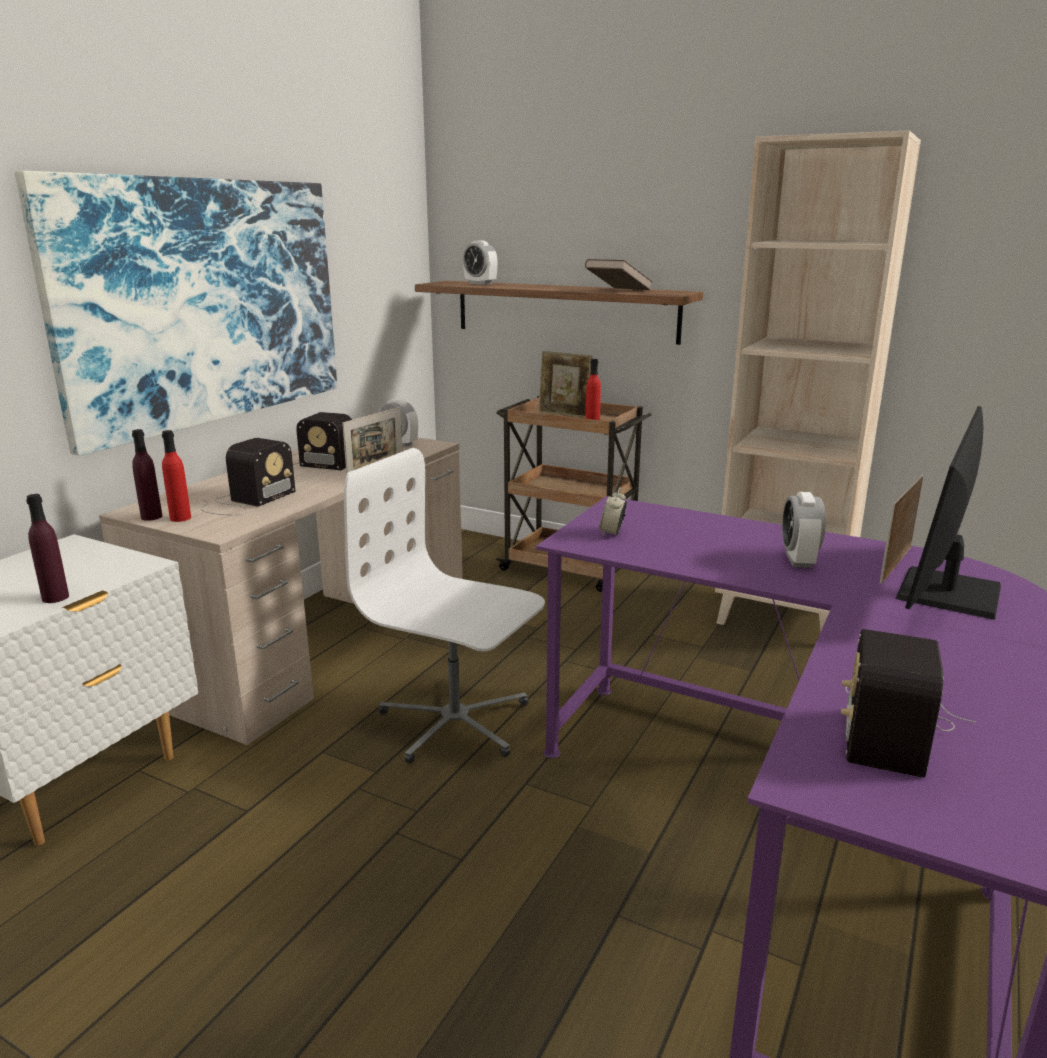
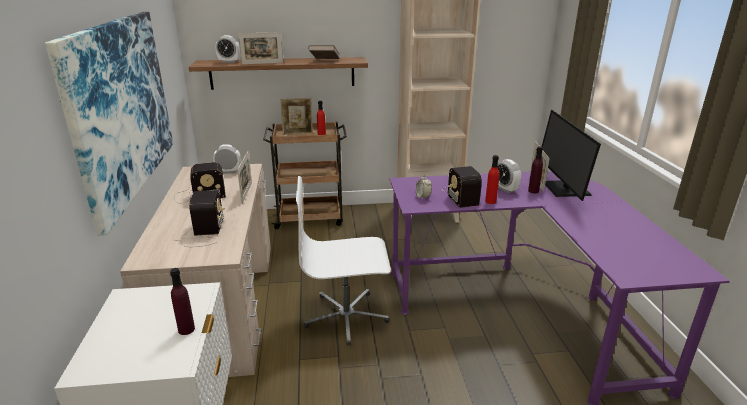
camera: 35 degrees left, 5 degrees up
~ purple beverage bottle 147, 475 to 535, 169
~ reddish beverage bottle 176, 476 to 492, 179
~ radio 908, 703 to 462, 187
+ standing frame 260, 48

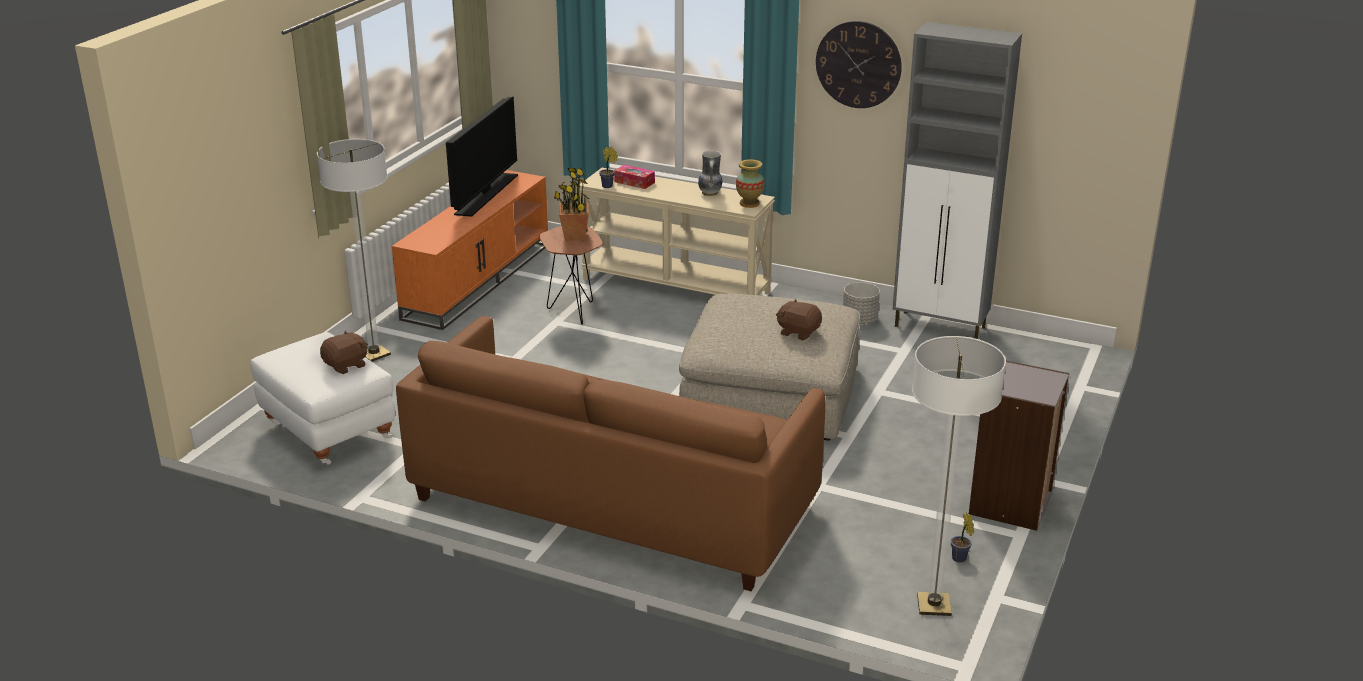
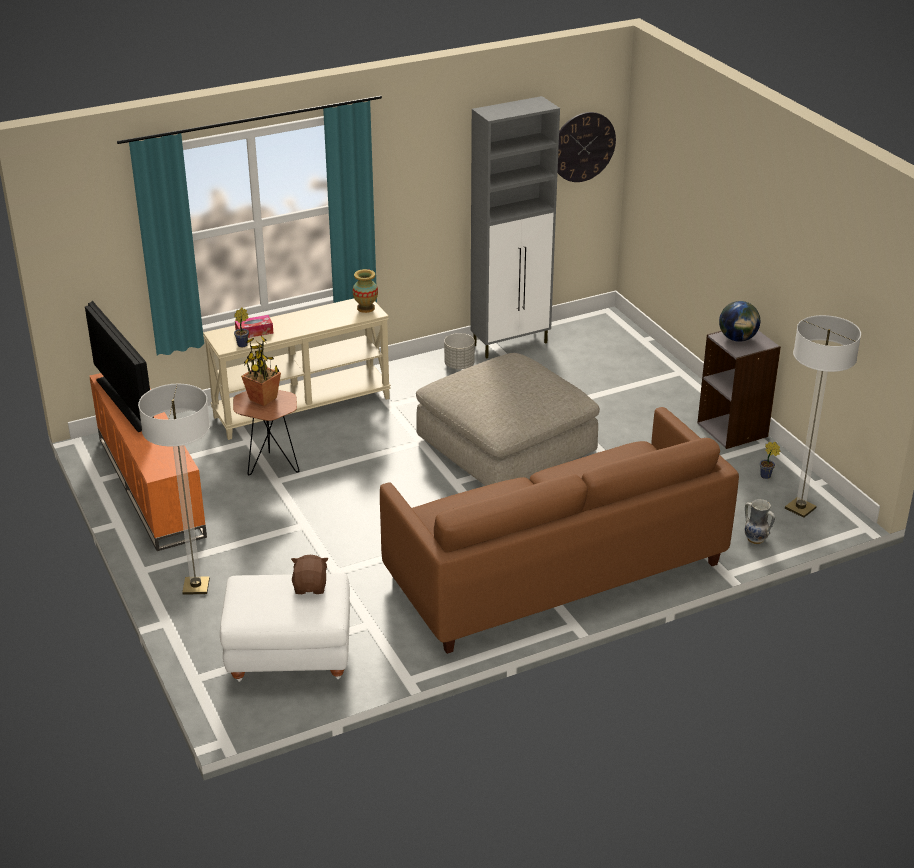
camera: 50 degrees left, 5 degrees up
~ hanging clock 859, 64 to 587, 147
~ flower vase 710, 173 to 760, 521
- brown-coloured soft toy 799, 319
+ globe 739, 321

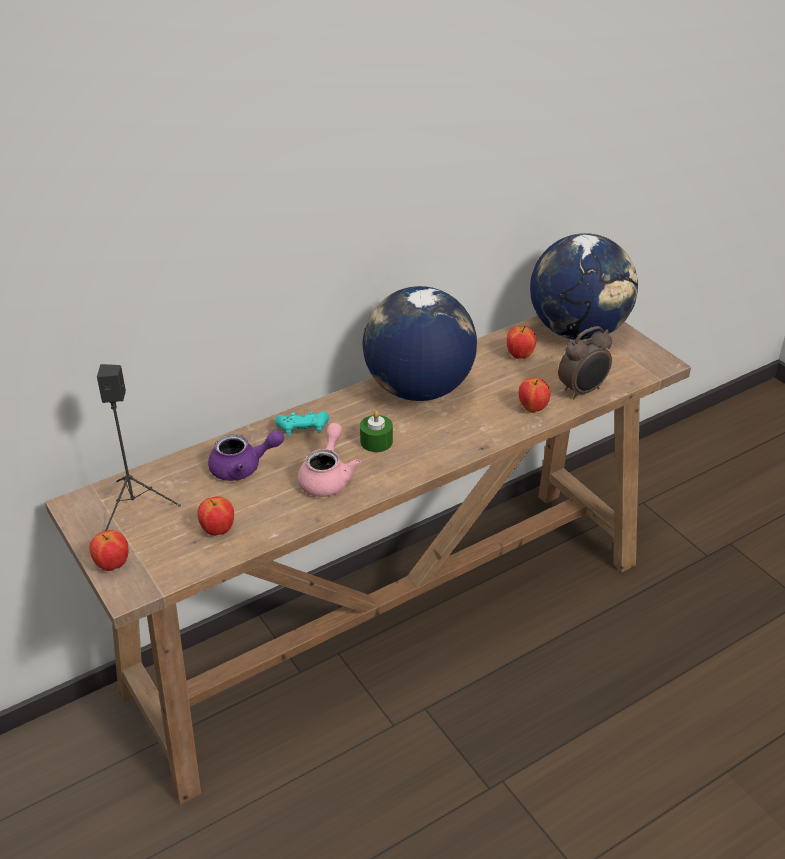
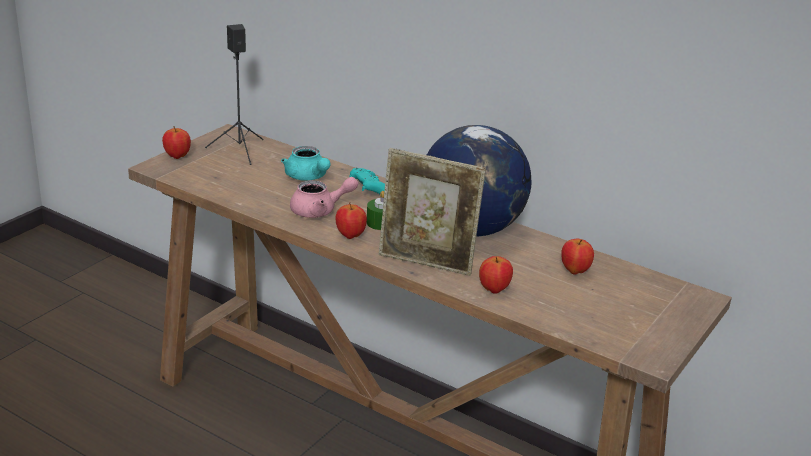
camera: 65 degrees right, 10 degrees down
- globe 584, 286
- alarm clock 585, 363
~ purple tea pot 246, 455 to turquoise tea pot 306, 163
~ apple fruit 215, 516 to 351, 221
+ standing frame 432, 212

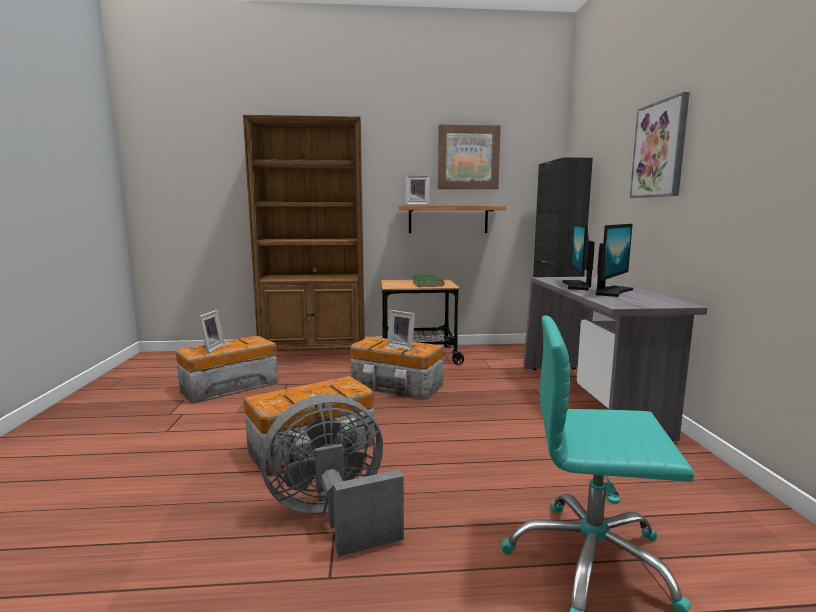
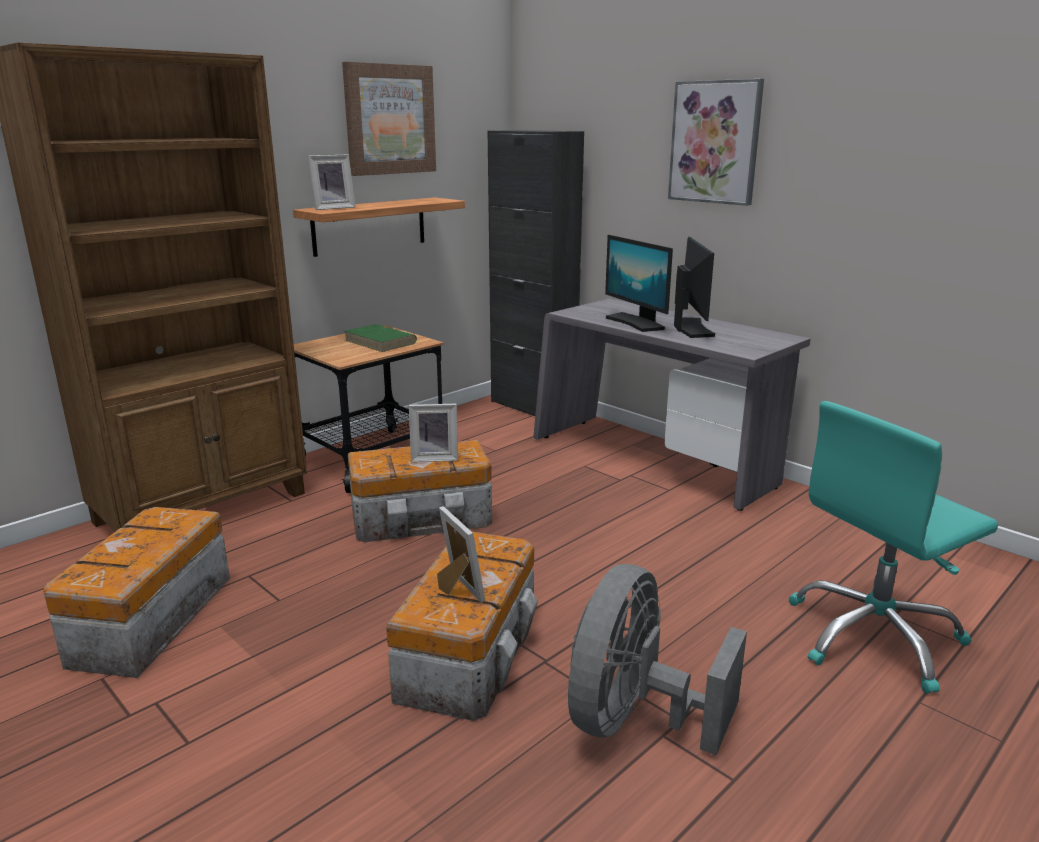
camera: 40 degrees left, 10 degrees up
~ standing frame 212, 331 to 461, 554

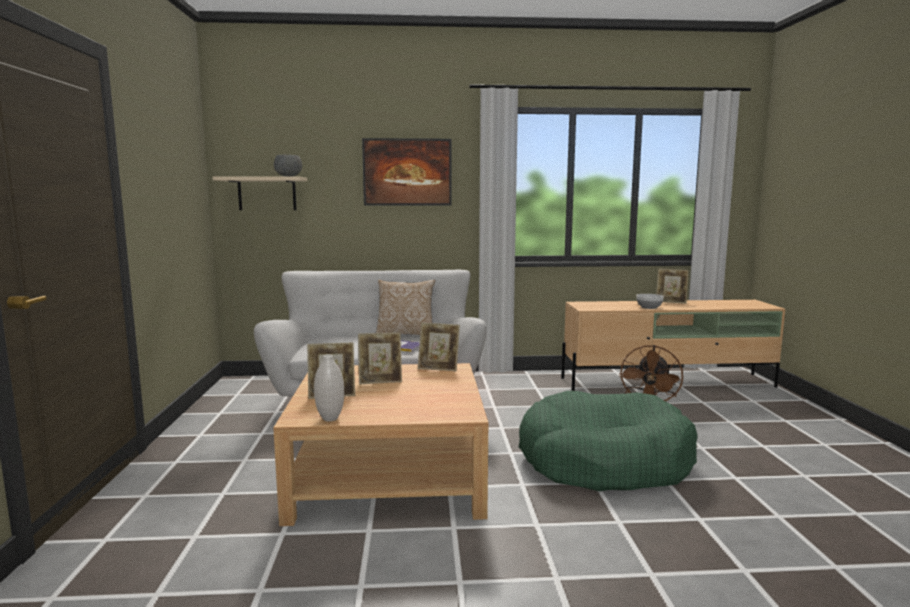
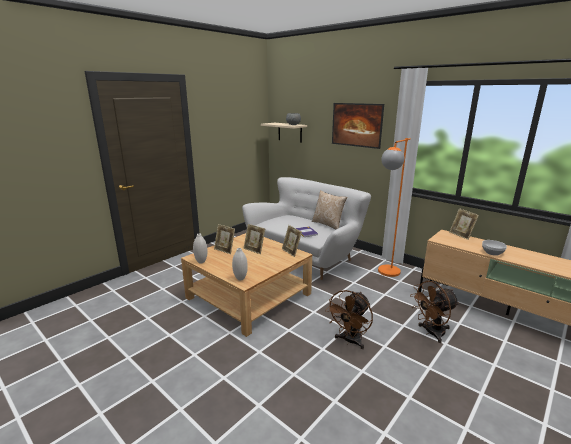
camera: 45 degrees right, 10 degrees up
~ standing frame 672, 286 to 464, 224
~ green pet bed 608, 441 to brown-coloured cooling fan 349, 319
+ orange standard lamp 394, 207
+ white flower vase 240, 264

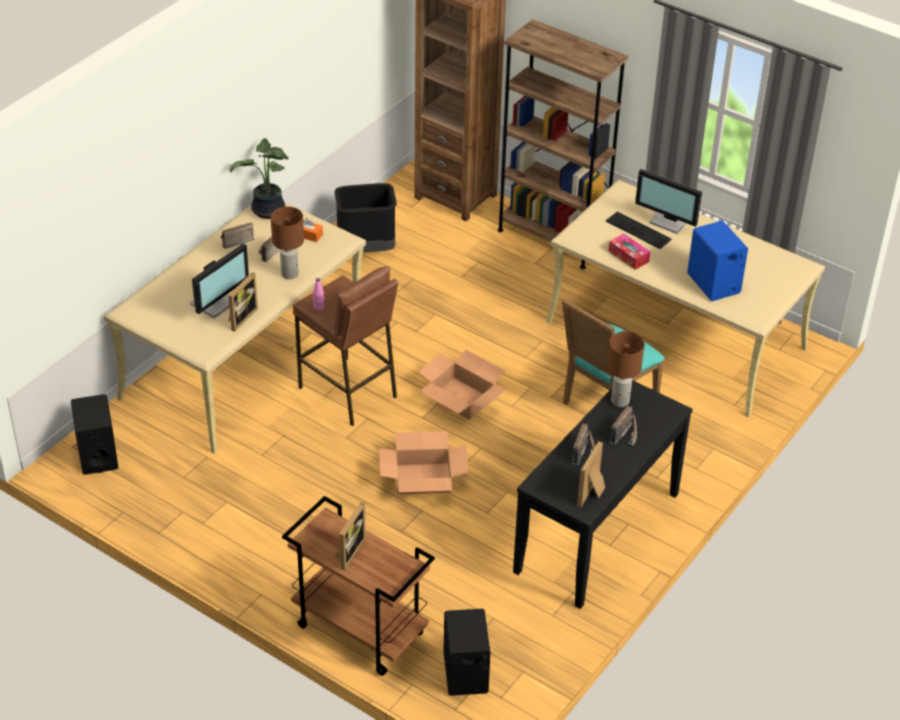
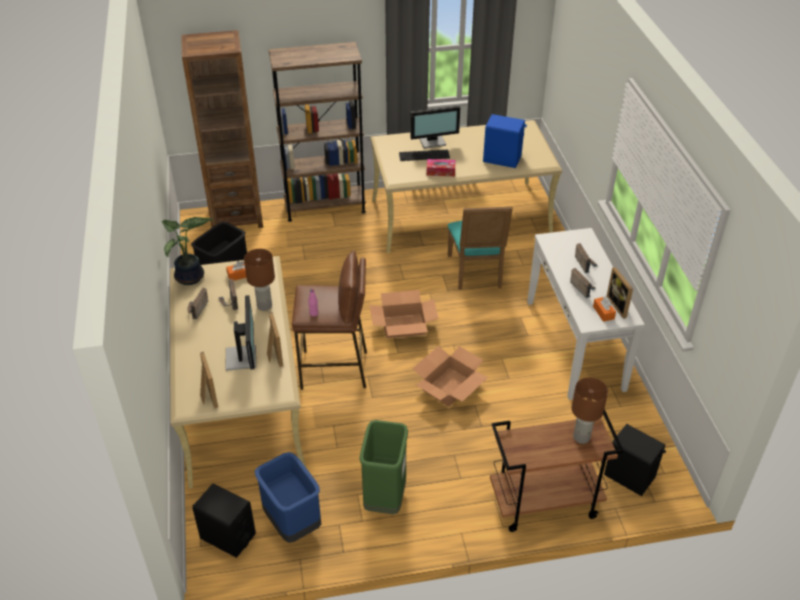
camera: 45 degrees left, 0 degrees up
~ brown-coloured tabletop lamp 625, 369 to 589, 410
~ blackish console table 603, 494 to white console table 586, 314
~ standing frame 350, 536 to 209, 380
+ orange box of tissues 604, 309
+ green trash can 384, 467
+ blue-coloured trash can 288, 497

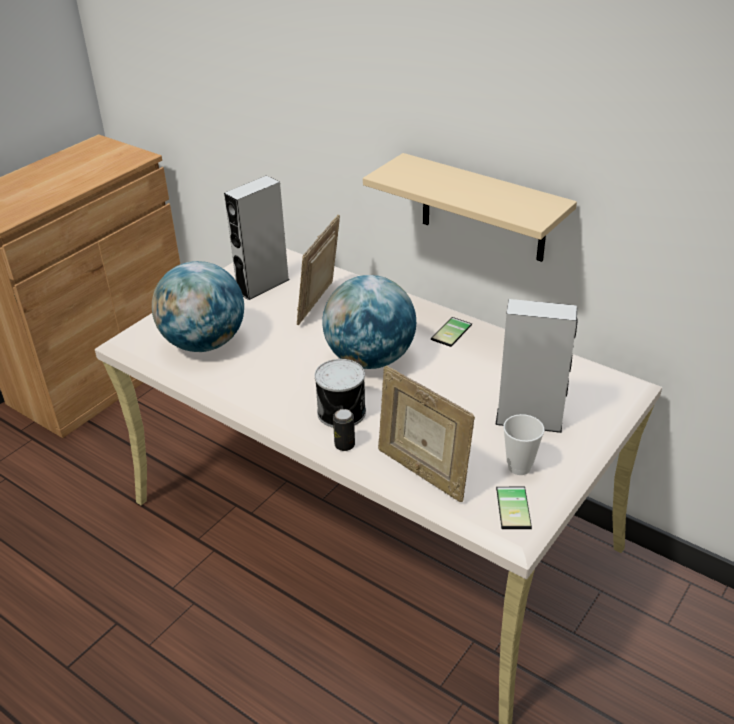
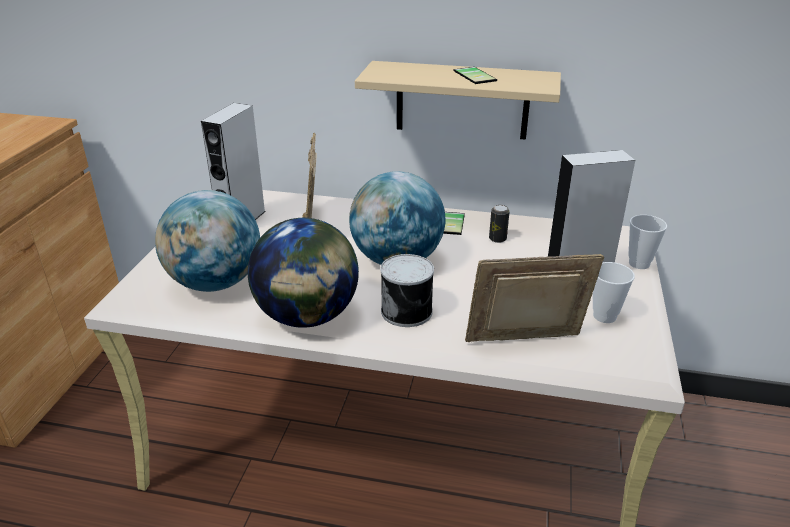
camera: 25 degrees left, 5 degrees down
~ standing frame 426, 434 = 534, 298 150 degrees clockwise
~ can 344, 430 to 499, 224
~ phone 514, 508 to 475, 75
+ small cup 647, 242
+ globe 303, 273

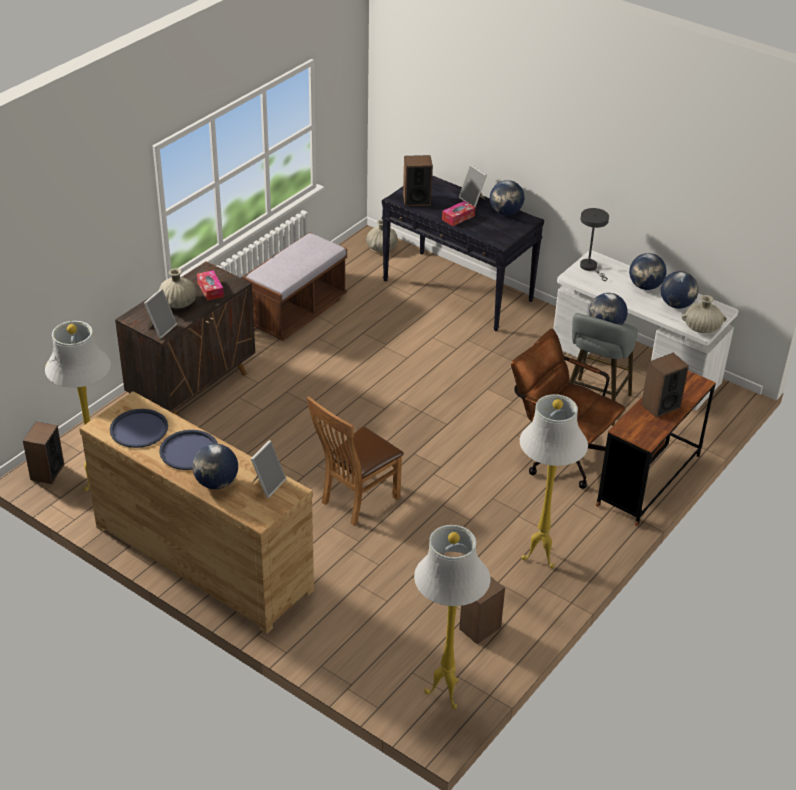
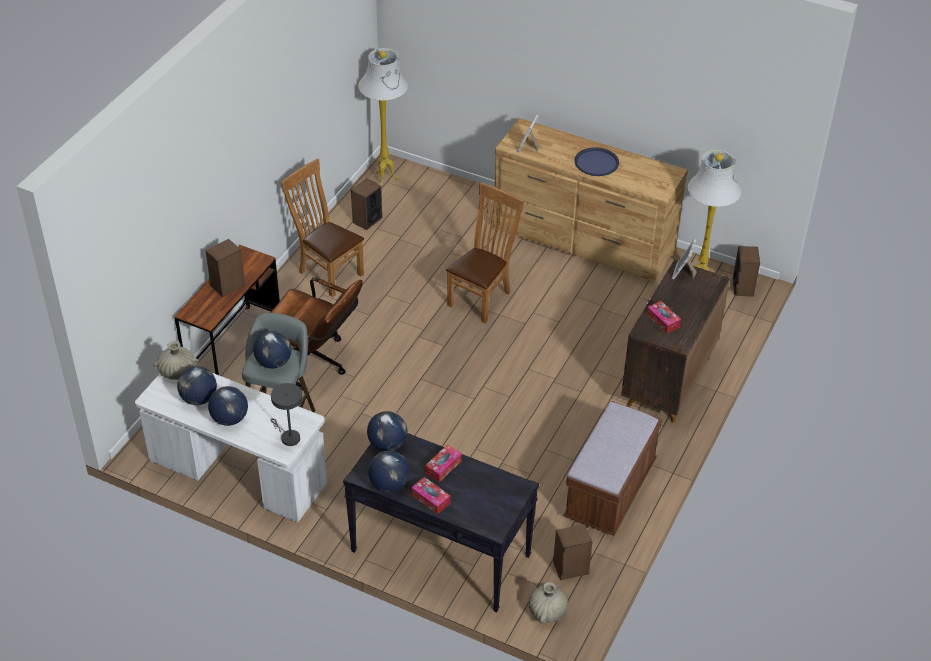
camera: 170 degrees right, 5 degrees up
~ loudspeaker 418, 180 to 572, 552
~ standing frame 473, 186 to box of tissues 431, 495
- sand-coloured flower vase 178, 288
~ white standard lamp 554, 481 to brown-coloured chair 322, 227
- blue-coloured serving tray 139, 428
~ globe 215, 466 to 387, 431

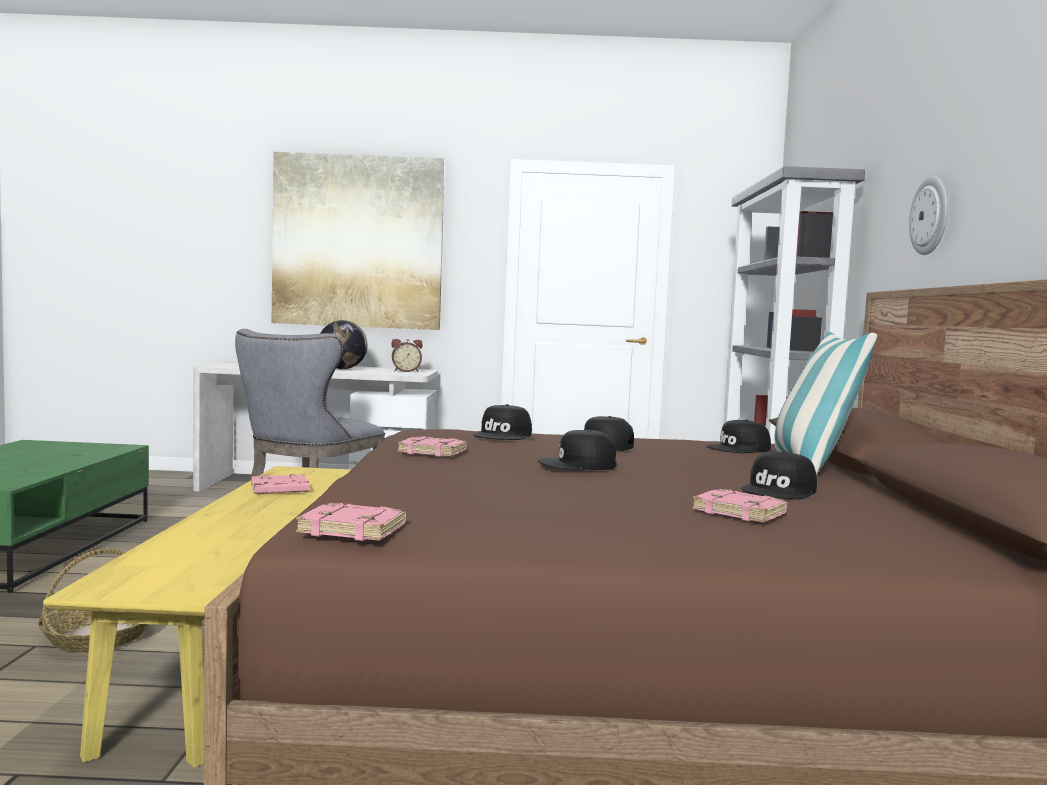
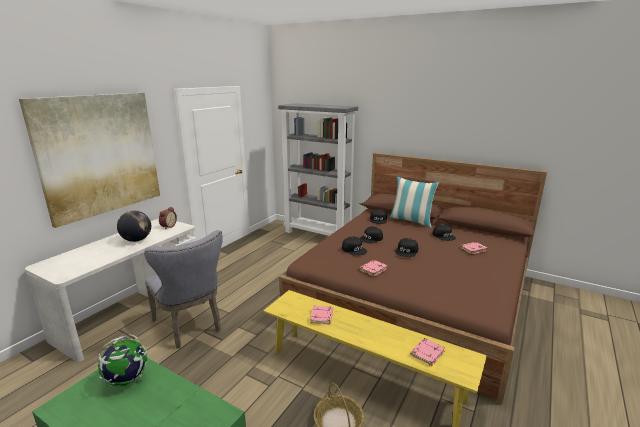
camera: 60 degrees left, 15 degrees up
- hanging clock 928, 216
~ pinkish volume 351, 522 to 427, 352
+ globe 122, 360

